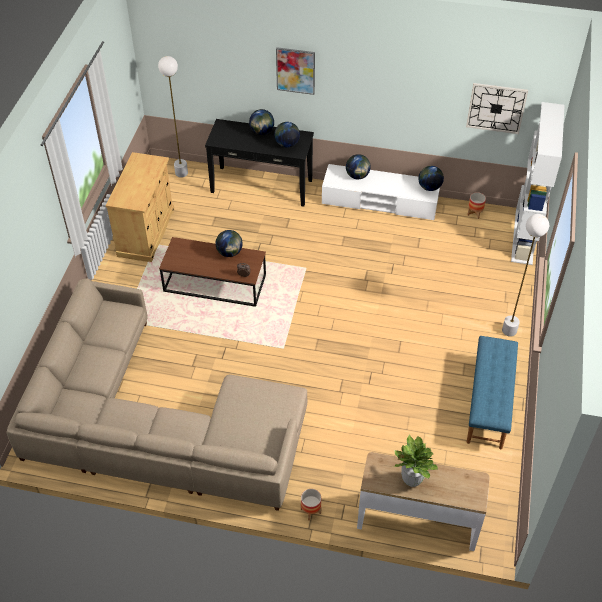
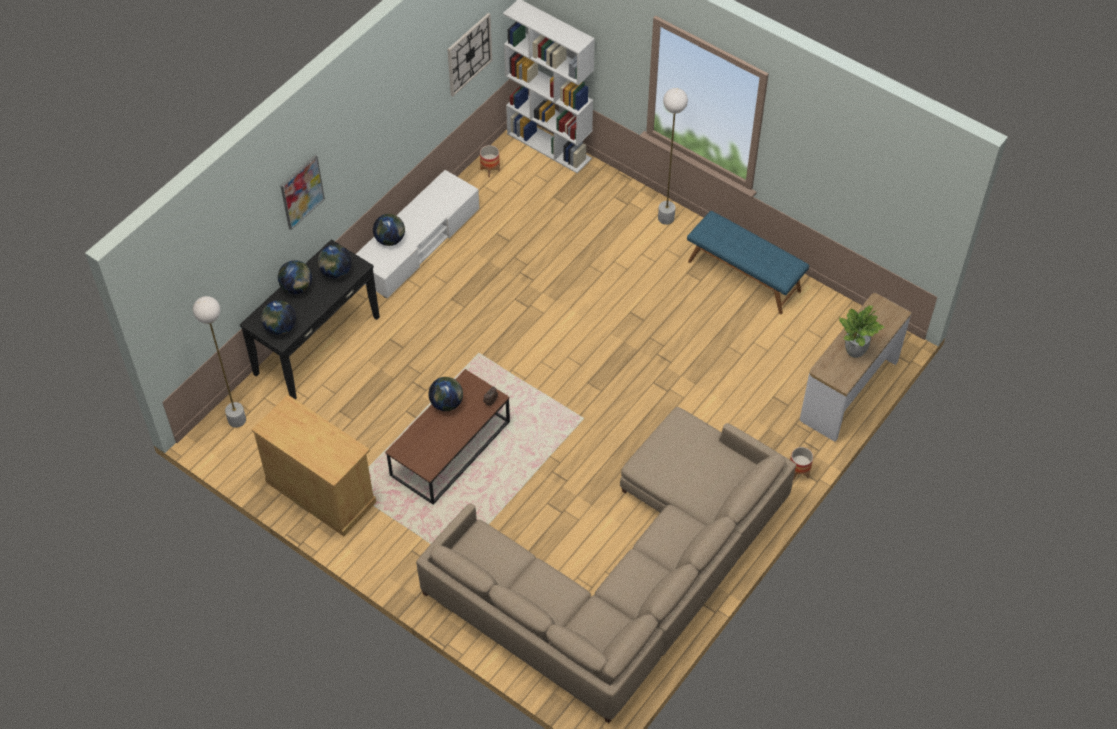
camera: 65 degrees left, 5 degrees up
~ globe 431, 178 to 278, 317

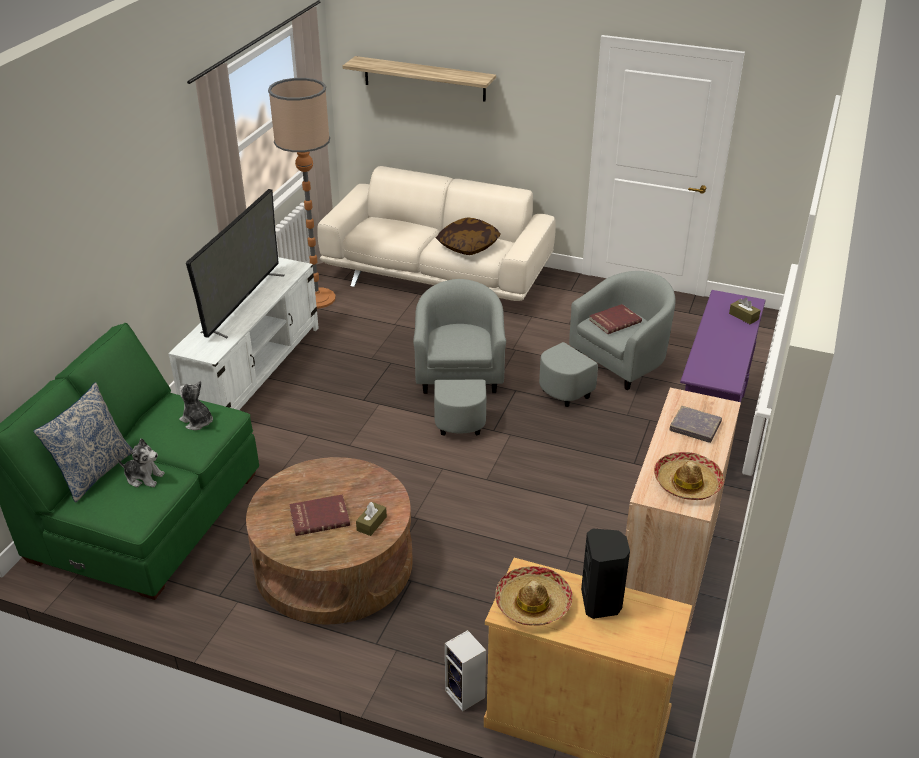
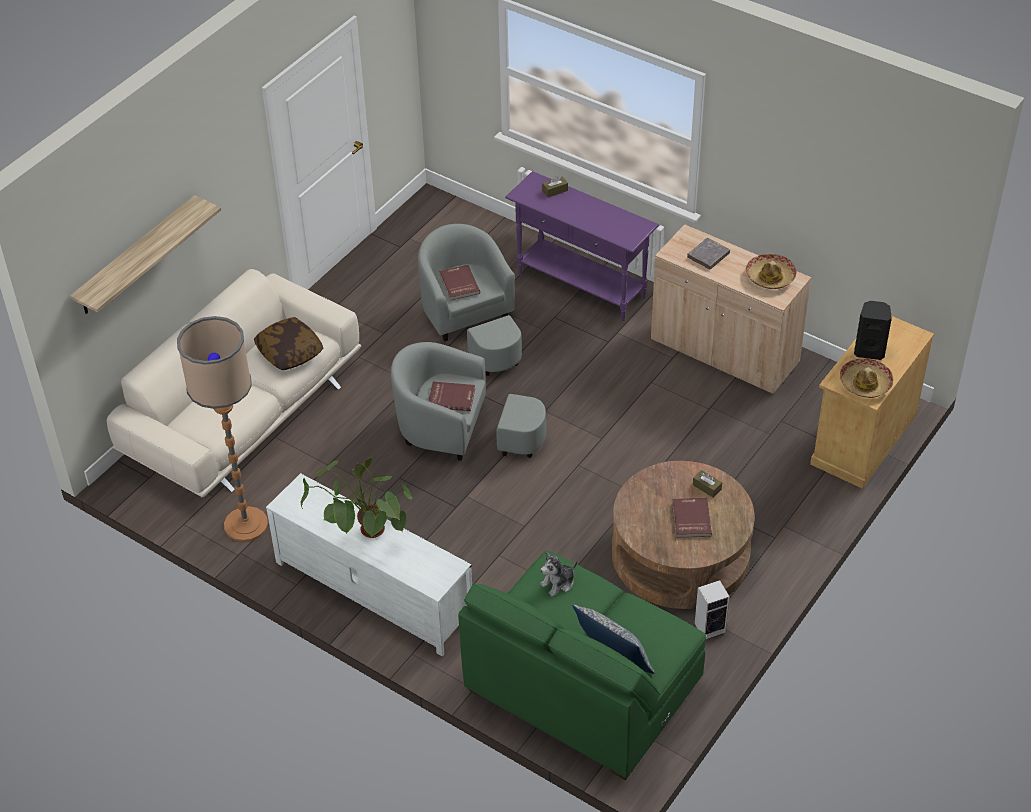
camera: 75 degrees left, 10 degrees up
~ television 235, 263 to potted plant 356, 498
- soft toy 141, 462
~ loudspeaker 465, 670 to 712, 609
+ reddish volume 451, 396

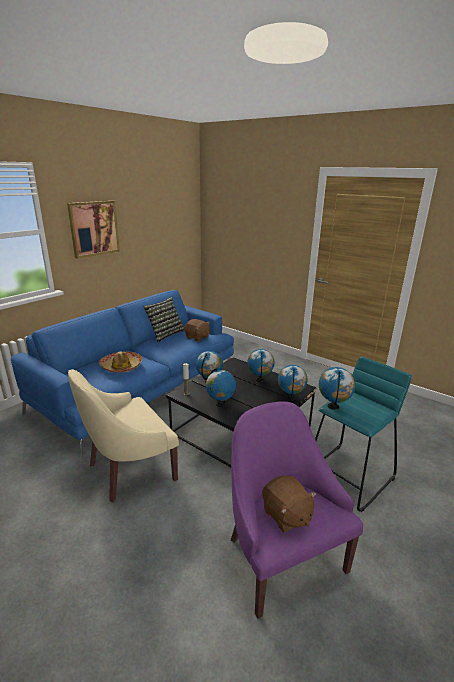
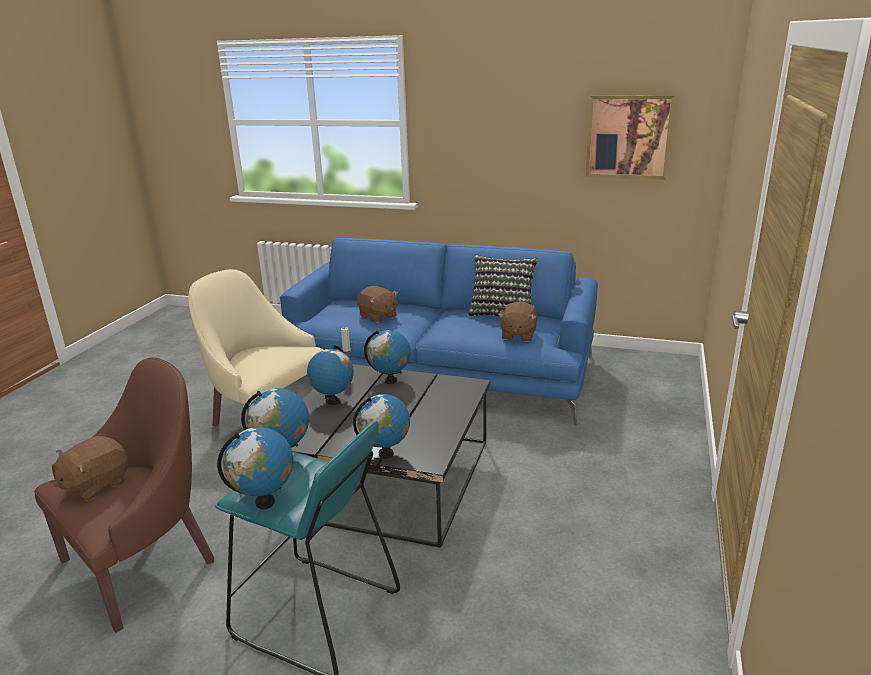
camera: 70 degrees right, 0 degrees up
~ wall art 93, 230 to 630, 137
~ globe 260, 365 to 255, 468
~ hat 120, 362 to brown-coloured soft toy 377, 304
~ purple lounge chair 297, 510 to brown-coloured lounge chair 124, 495

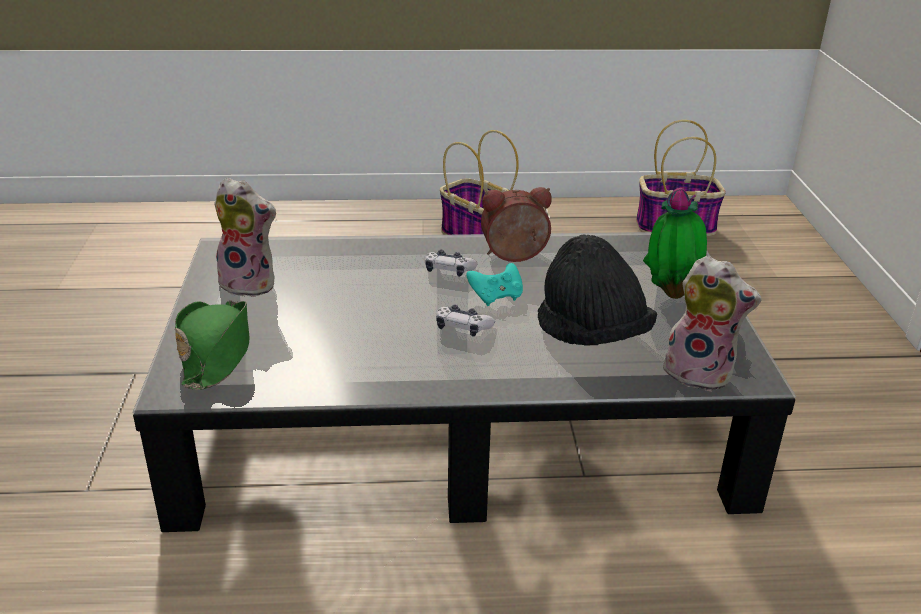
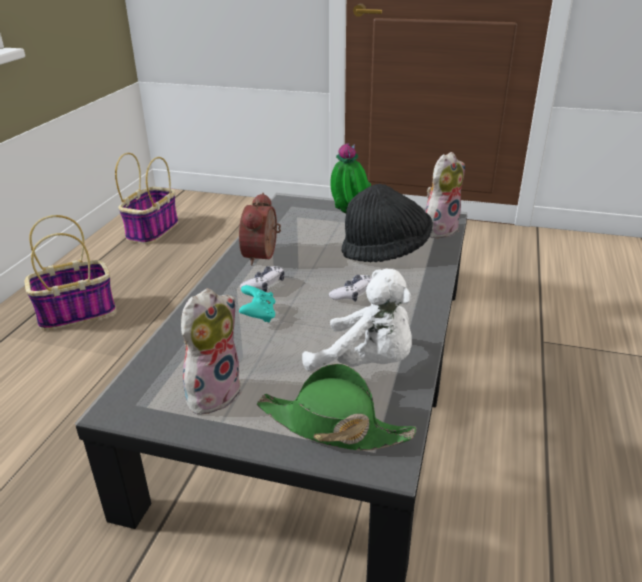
camera: 70 degrees left, 0 degrees up
~ turquoise game controller 494, 284 to 257, 303
+ white soft toy 357, 320

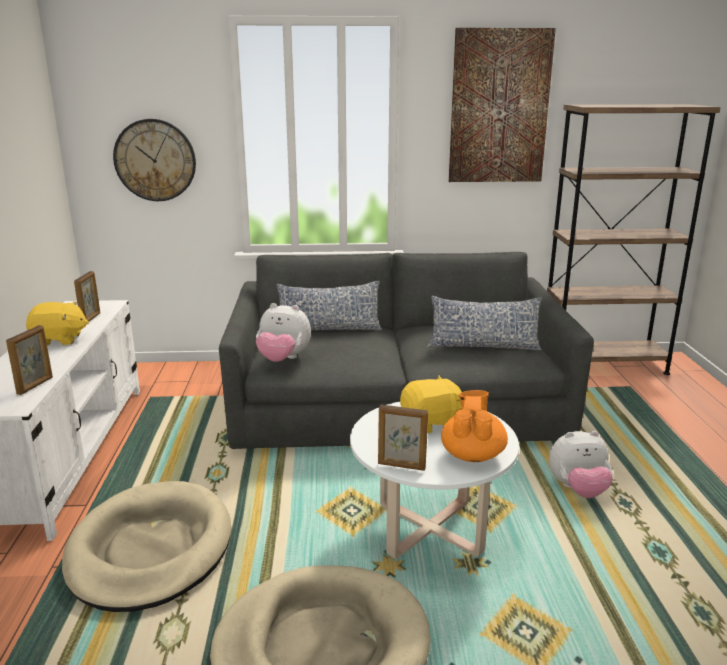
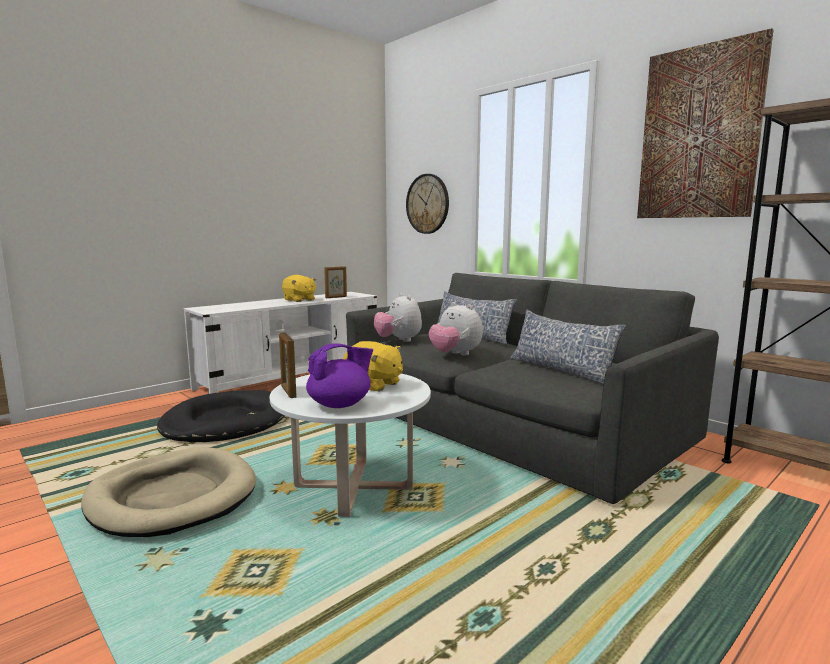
camera: 50 degrees right, 10 degrees down
- standing frame 29, 360
~ orange tea pot 474, 426 to purple tea pot 339, 375
~ soft toy 581, 464 to 456, 328
~ sand-coloured pet bed 146, 546 to blackish pet bed 221, 416

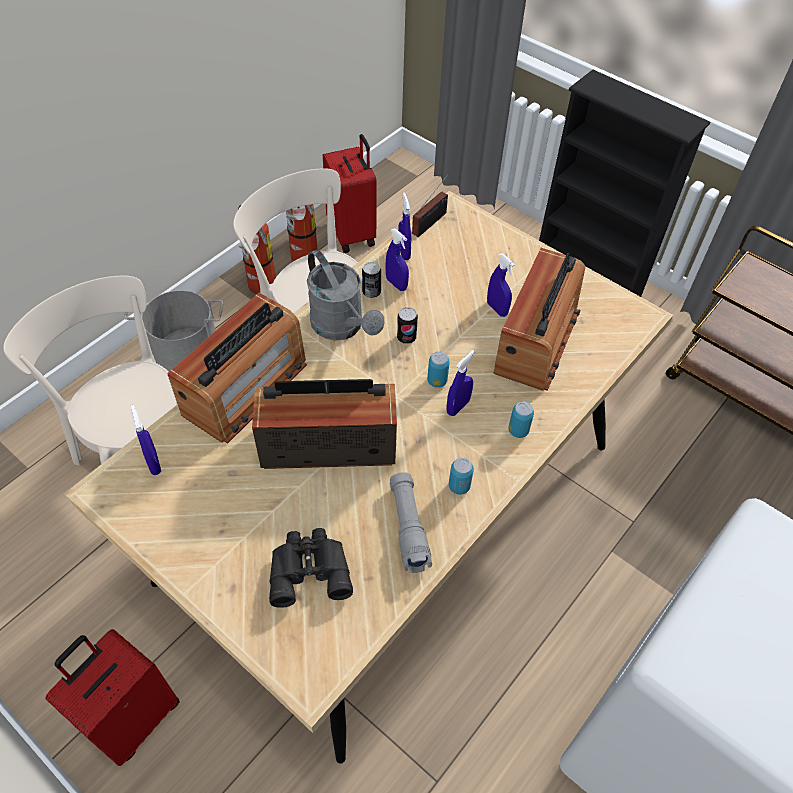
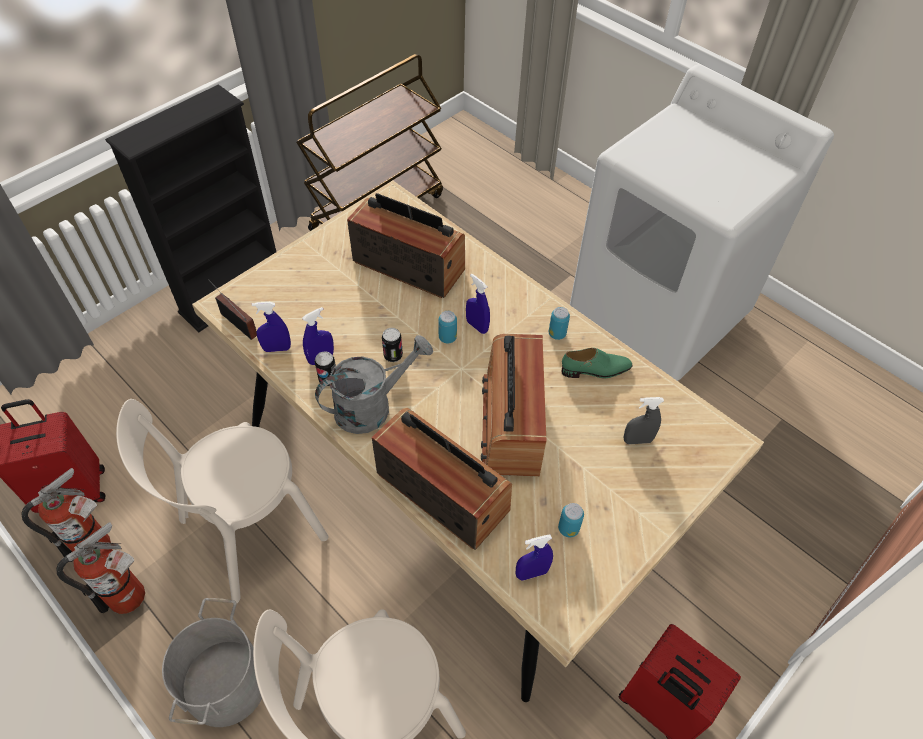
camera: 85 degrees left, 0 degrees up
- blue-coloured hand sprayer 501, 285
~ can 521, 419 to 571, 520
~ grey torch 411, 522 to green item of footwear 597, 363
~ blackish binoculars 311, 567 to grey hand sprayer 643, 420

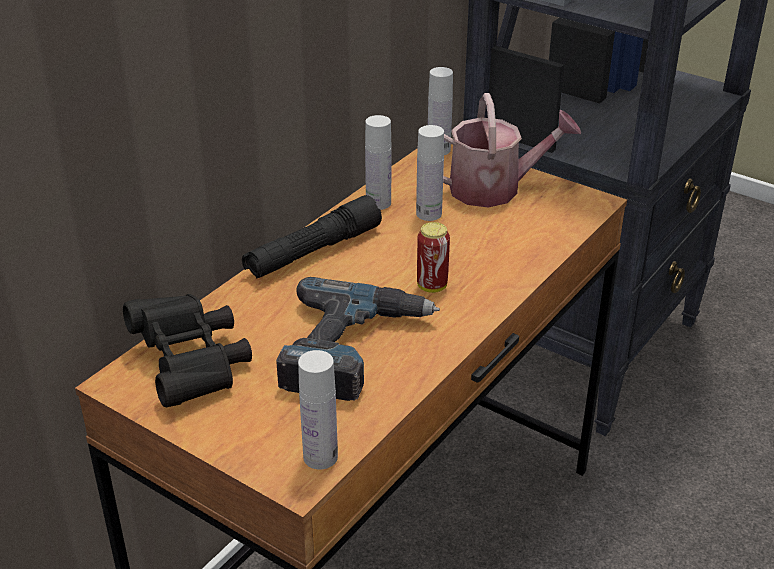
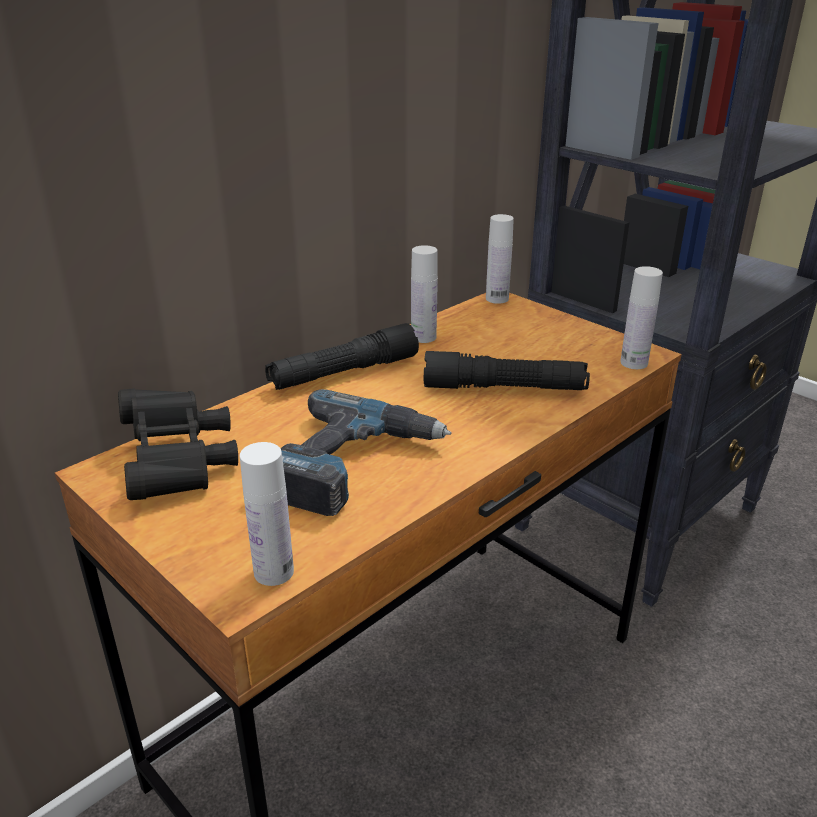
camera: 10 degrees right, 5 degrees down
- sprinkling can 512, 150
~ white beverage bottle 430, 173 to 641, 317
- can 433, 257
+ blackish torch 507, 370

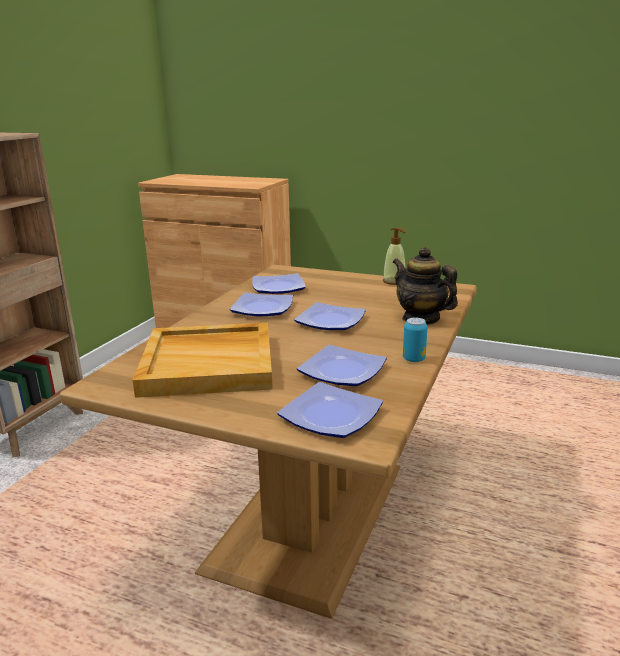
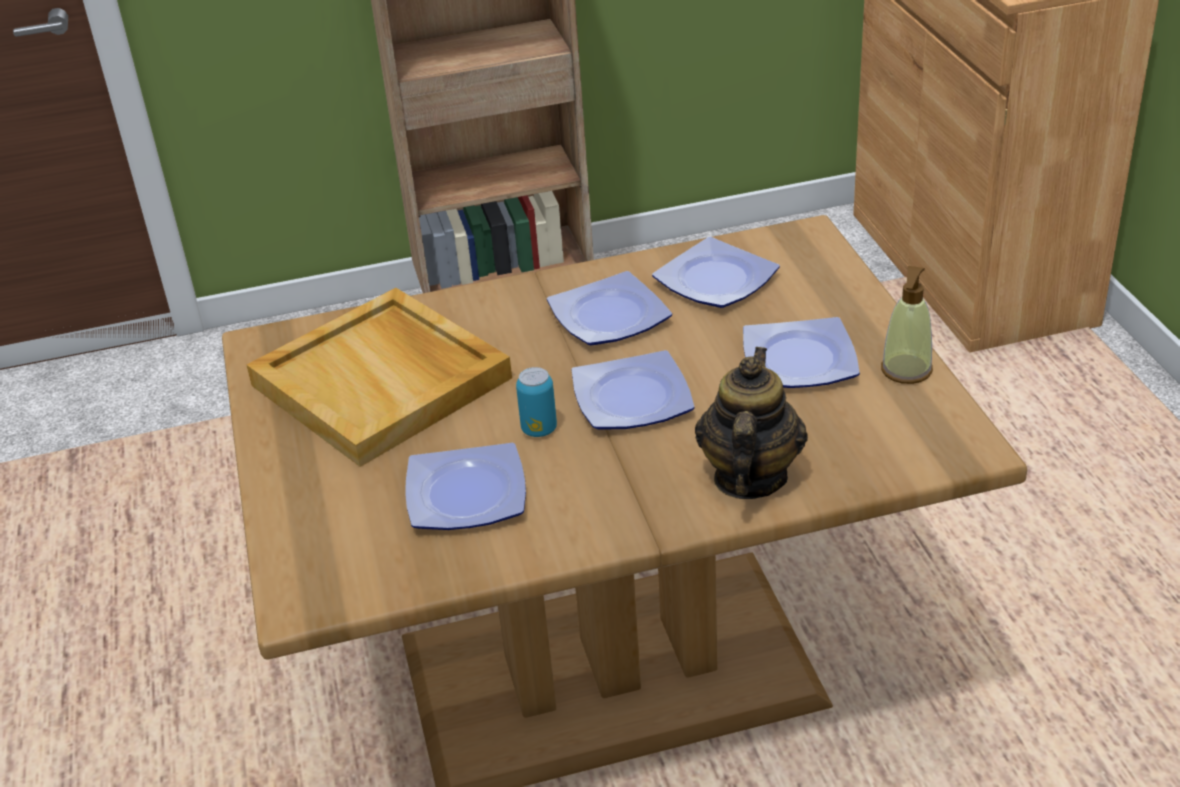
camera: 55 degrees right, 15 degrees up
~ can 415, 339 to 536, 402
~ flat dish 330, 410 to 801, 352

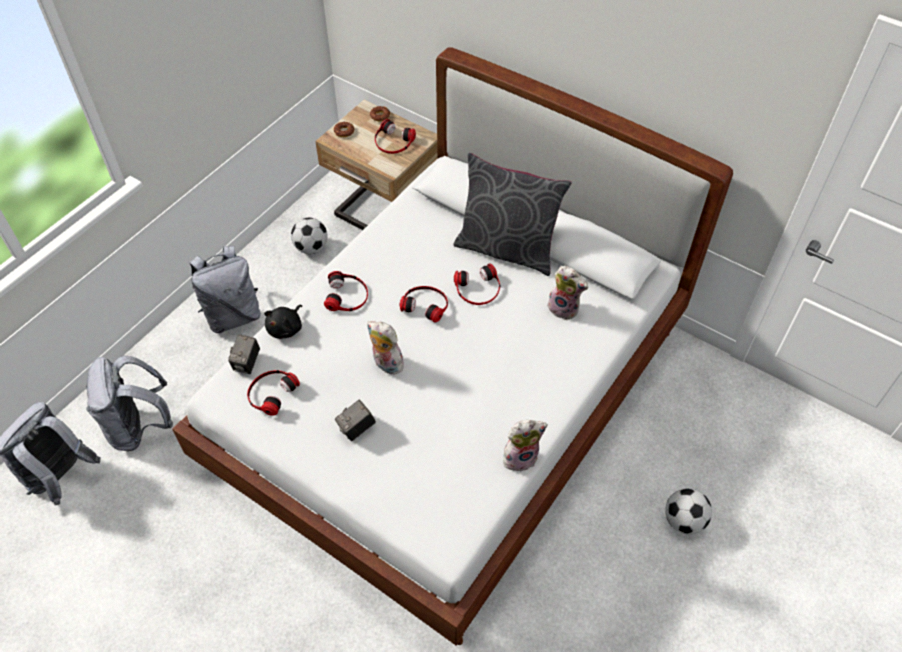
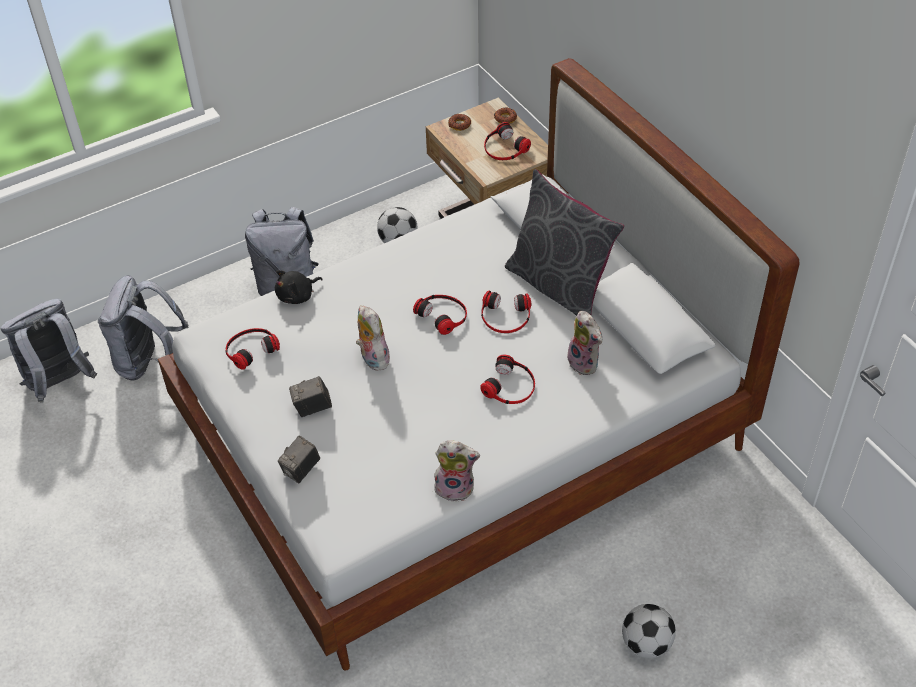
camera: 25 degrees right, 5 degrees down
~ headset 346, 291 to 507, 379
~ still camera 244, 354 to 299, 459

